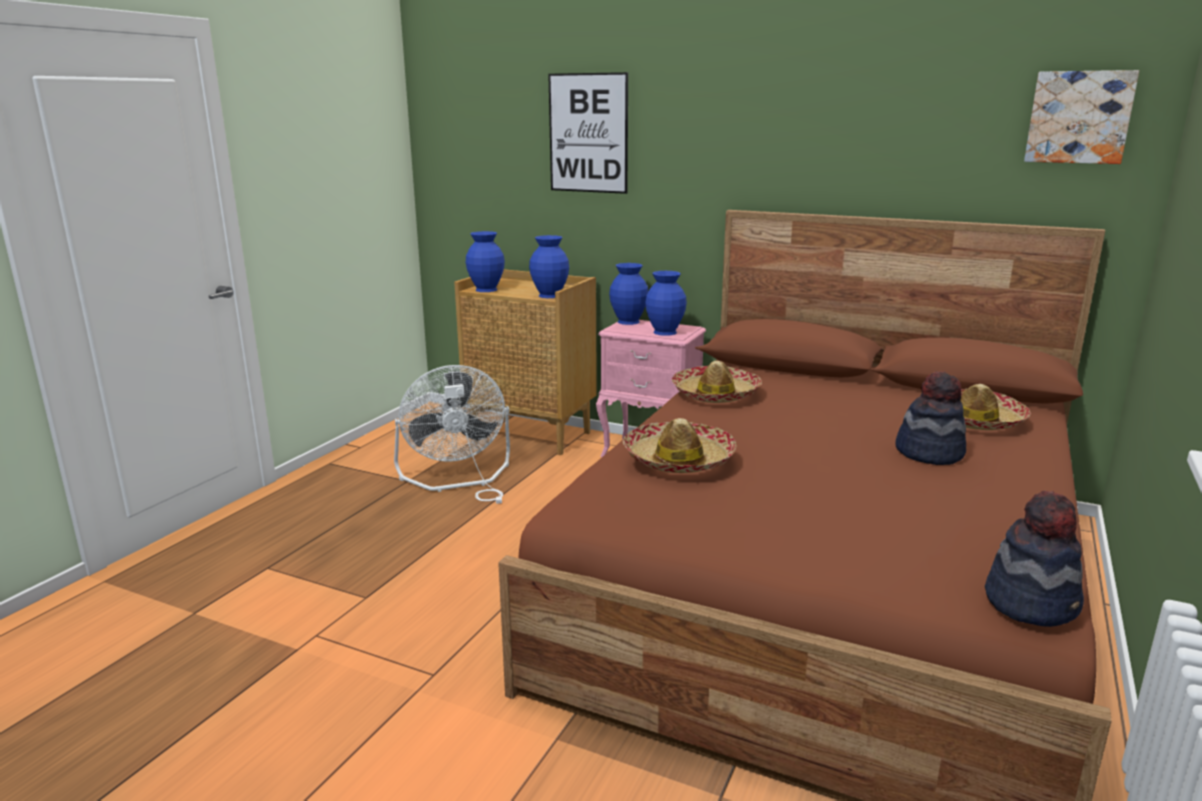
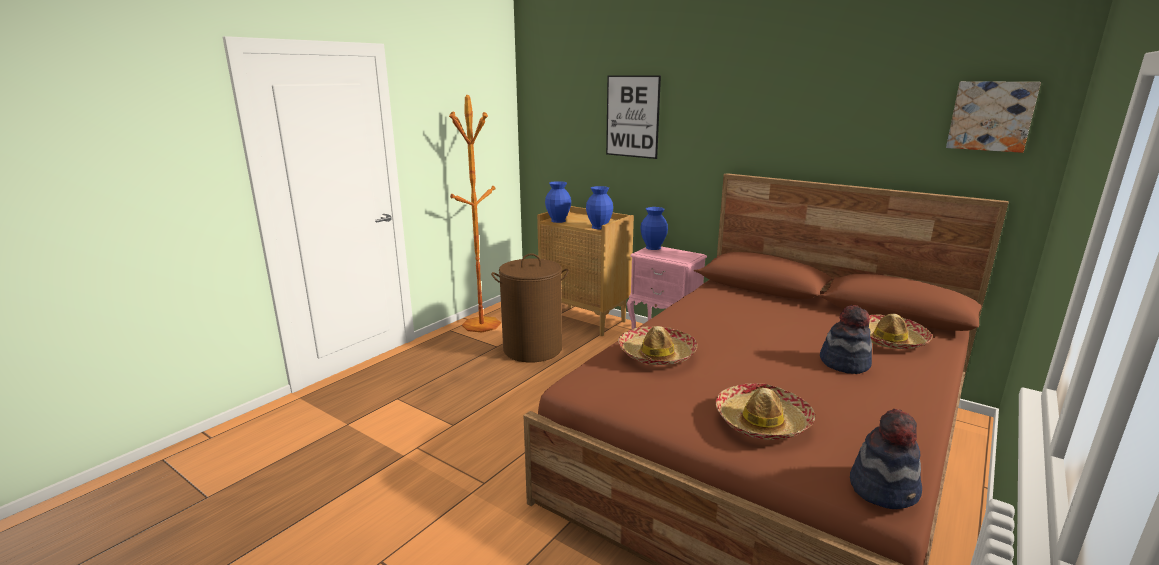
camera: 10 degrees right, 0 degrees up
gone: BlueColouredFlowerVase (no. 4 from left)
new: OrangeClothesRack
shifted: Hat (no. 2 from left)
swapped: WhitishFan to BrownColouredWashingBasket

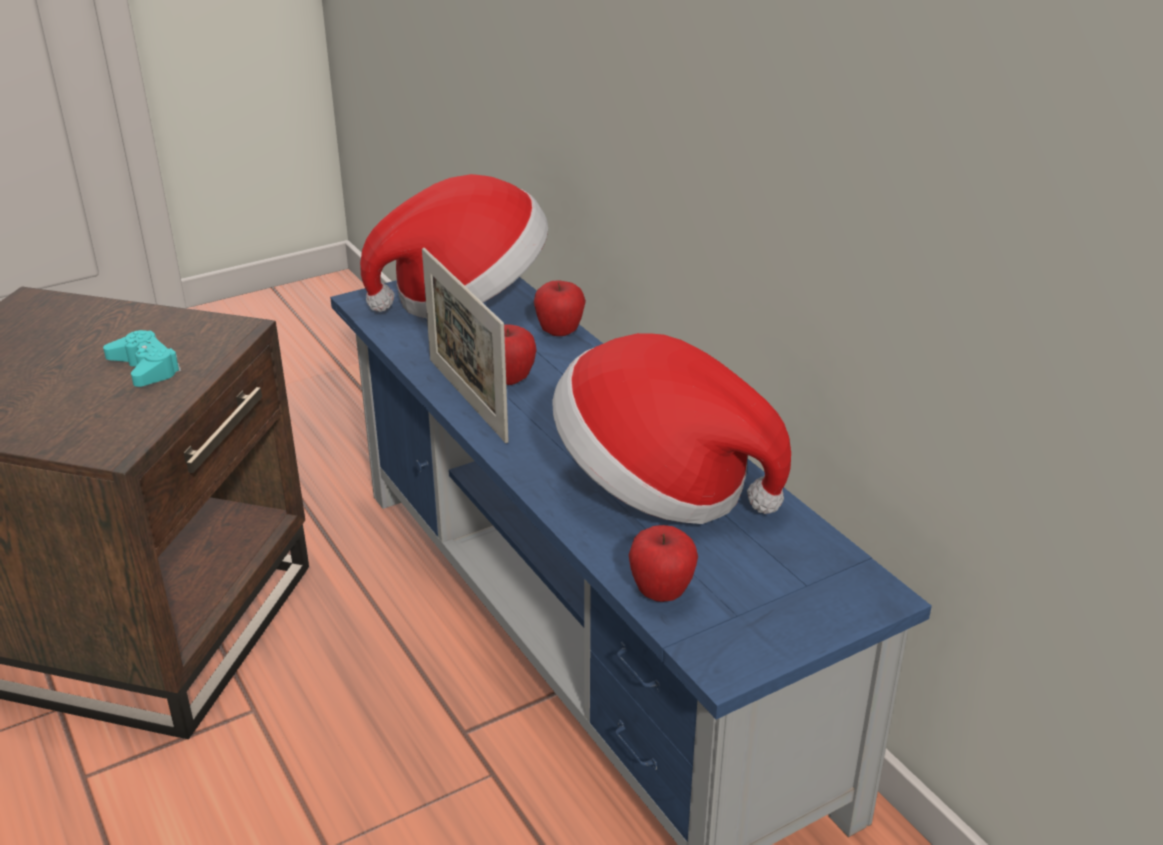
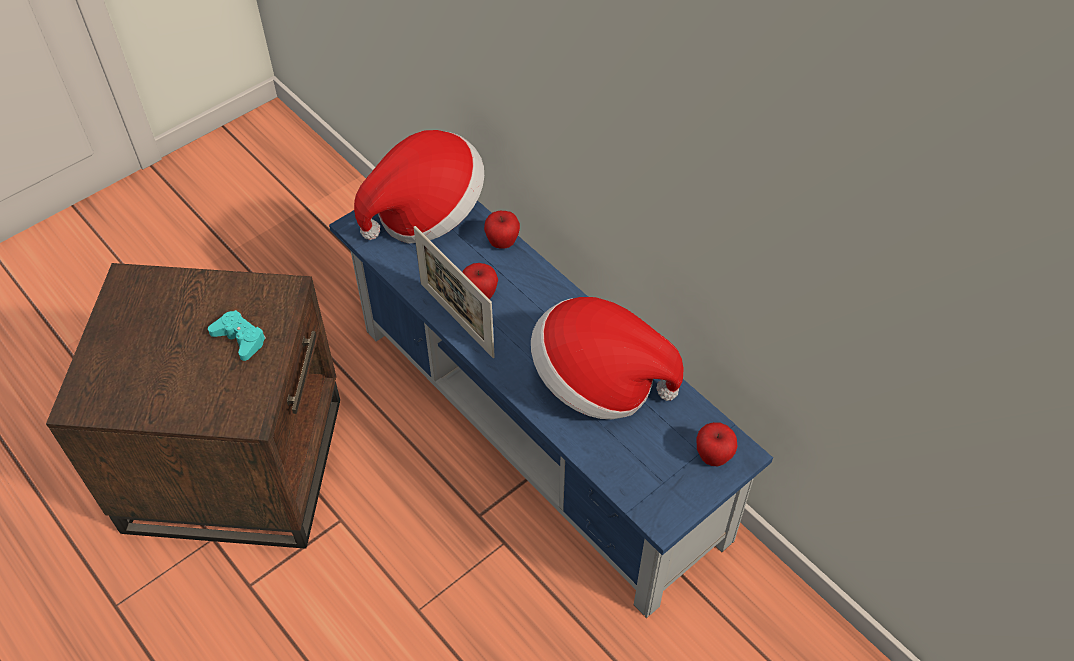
camera: 10 degrees left, 20 degrees up
shifted: AppleFruit (no. 3 from left)

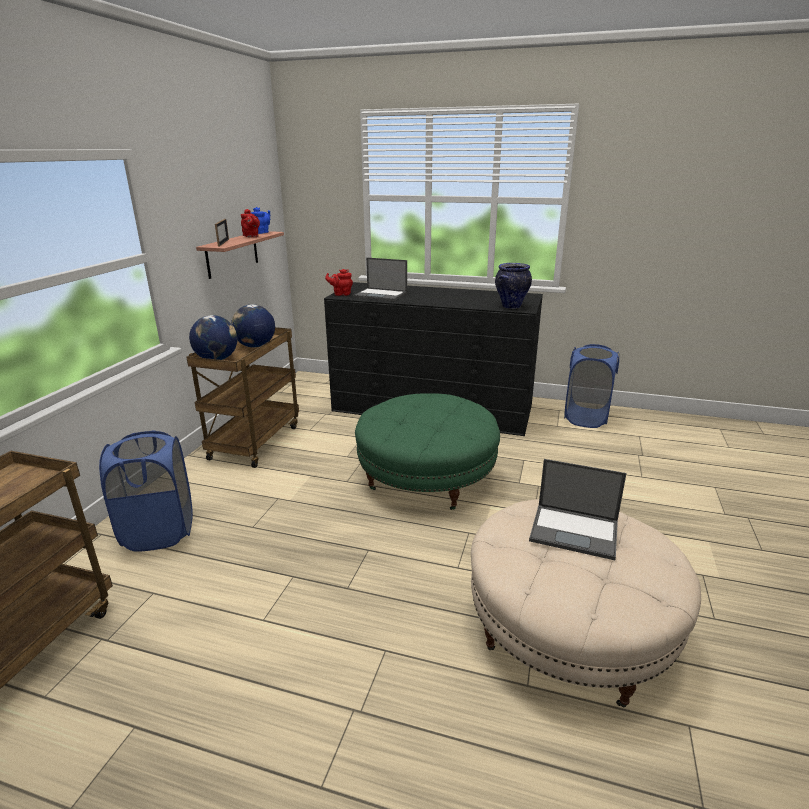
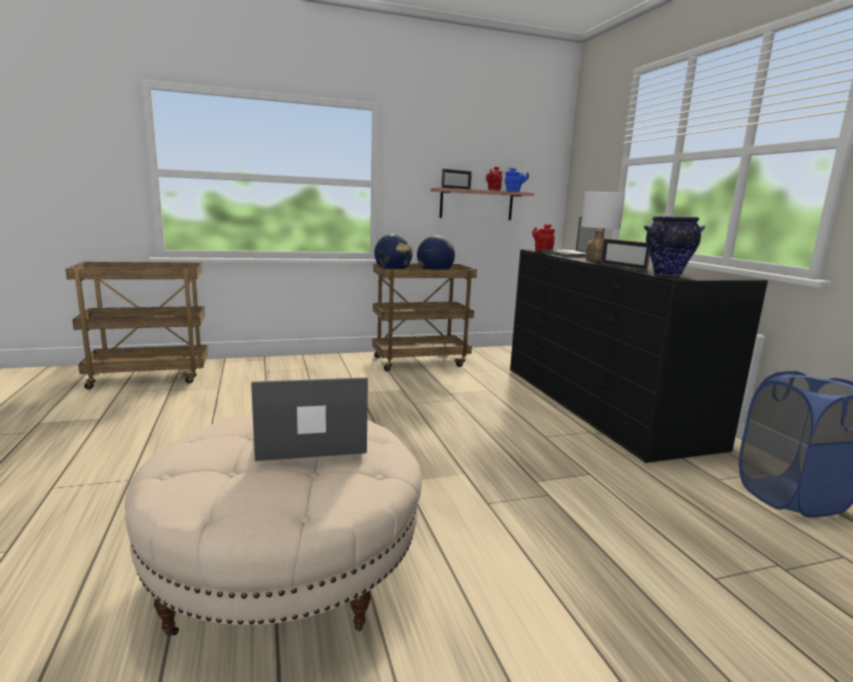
camera: 55 degrees right, 10 degrees down
gone: BlueColouredWashingBasket (no. 1 from left); GreenPouffe
new: WhitishLampForATable; PictureFrame (no. 2 from left)
rotated: NotebookComputer (no. 2 from left in the first image) 90 degrees clockwise

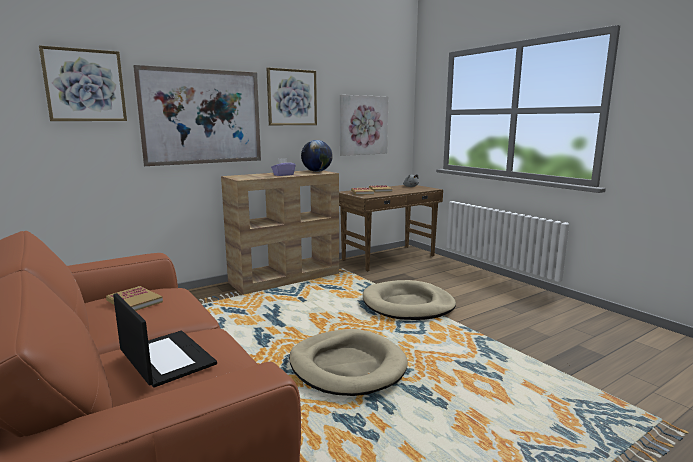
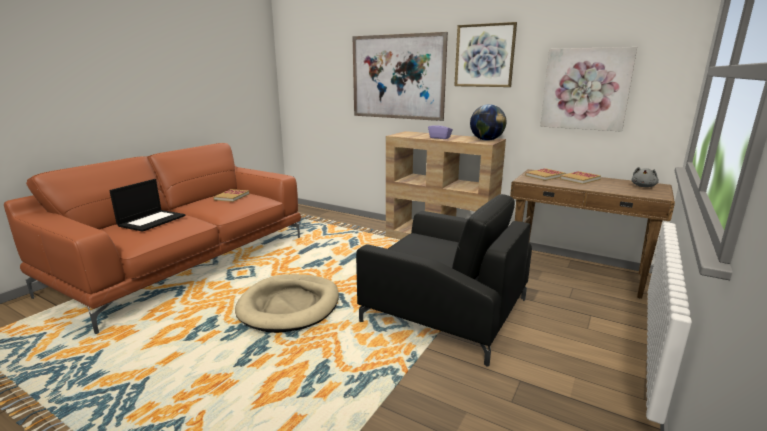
camera: 65 degrees right, 5 degrees up
gone: WallArt (no. 1 from left)
swapped: BeigePetBed (no. 2 from left) to BlackEasyChair

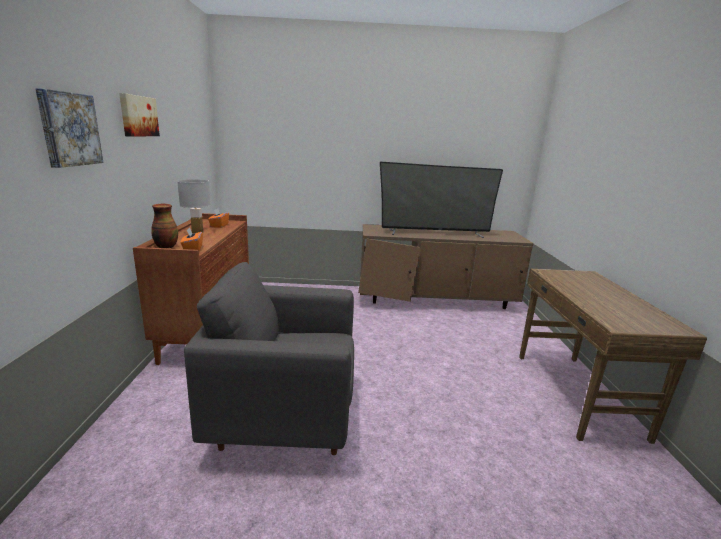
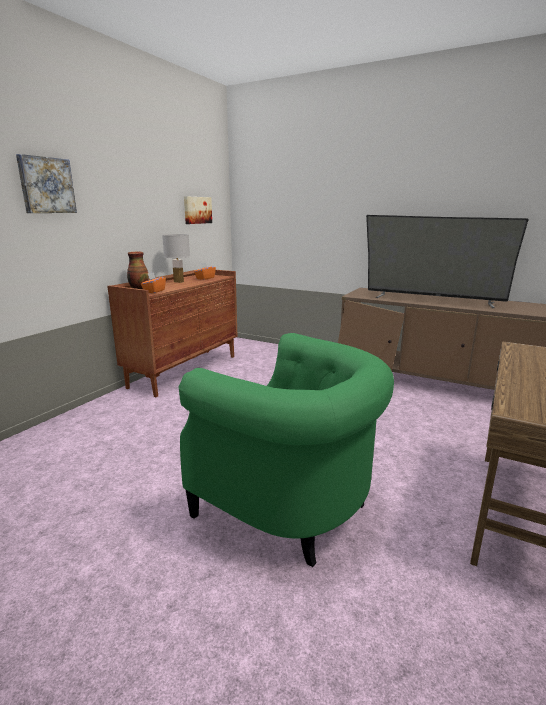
camera: 30 degrees right, 0 degrees up
gone: GreyEasyChair
new: GreenEasyChair
shifted: WallArt (no. 2 from left)

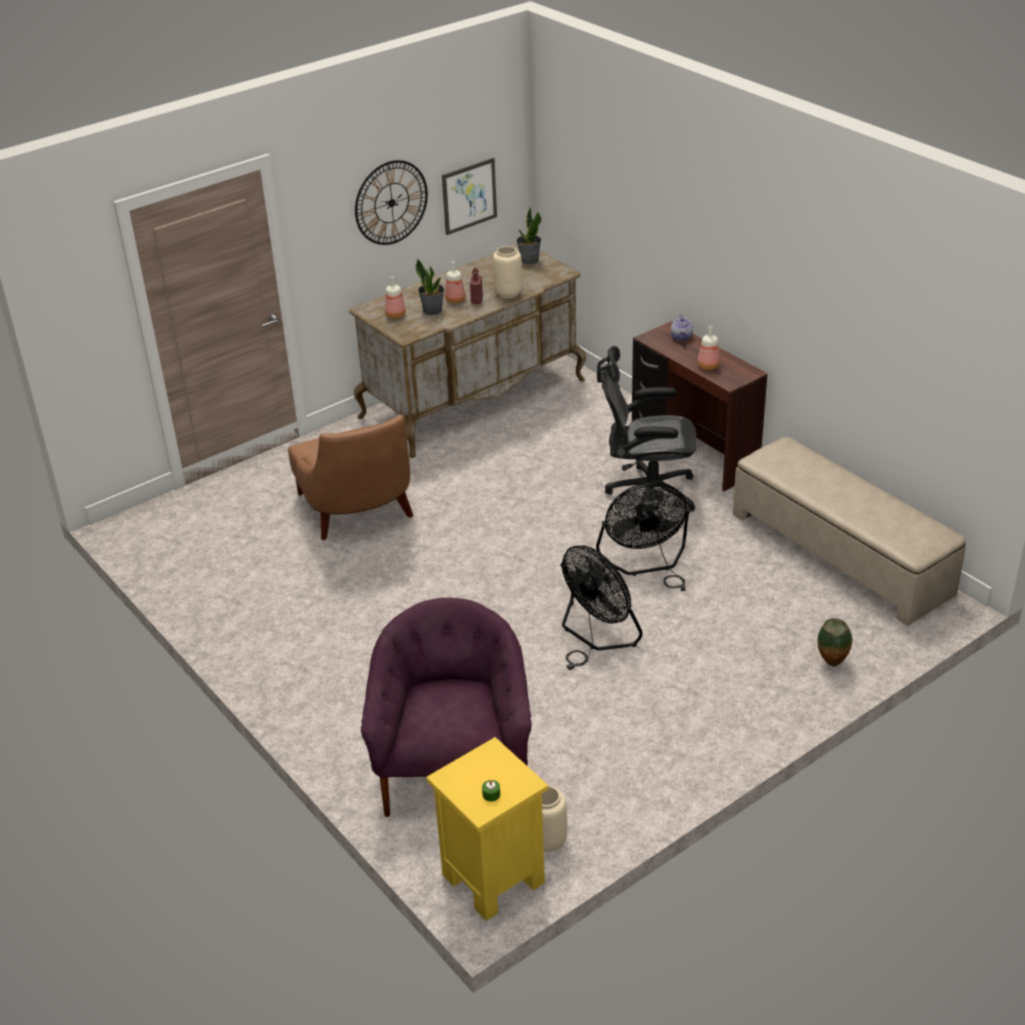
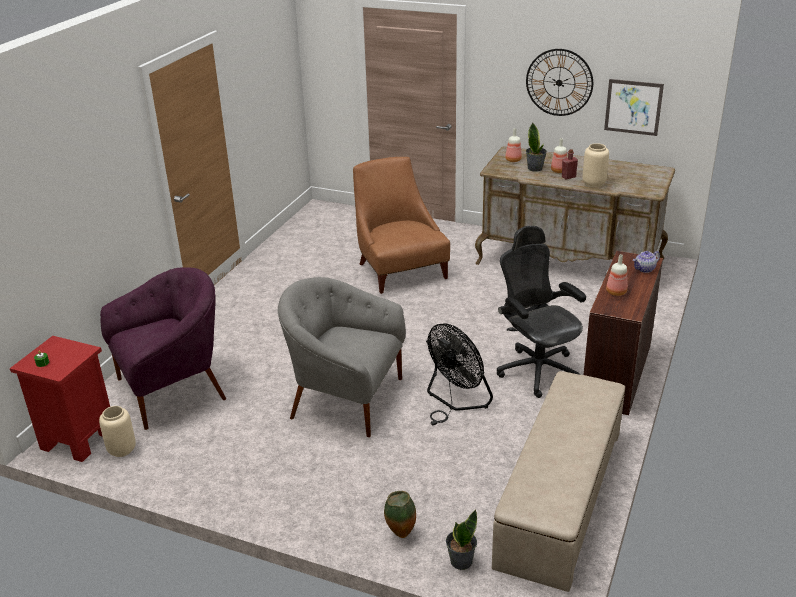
camera: 60 degrees right, 5 degrees down
shifted: Houseplant (no. 2 from left in the first image) to Houseplant (no. 1 from left)
swapped: BlackFan (no. 1 from left) to GreyEasyChair
repainted: YellowColouredNightTable to ReddishNightTable
rotated: BrownColouredEasyChair 120 degrees clockwise

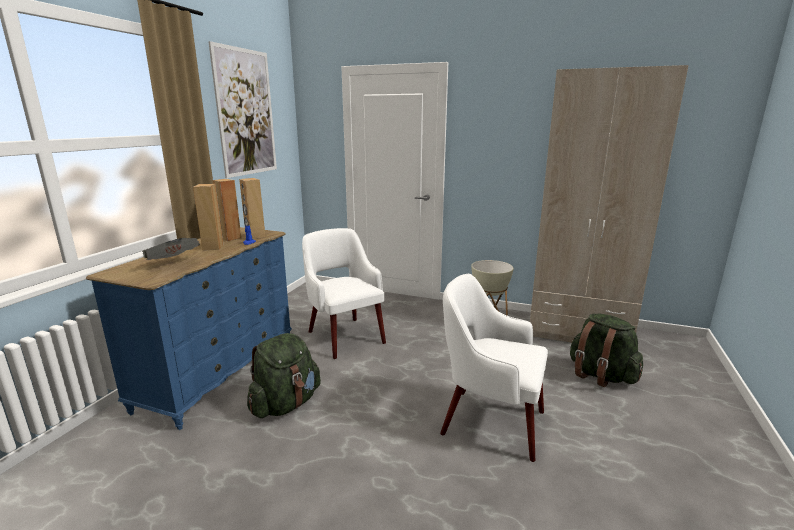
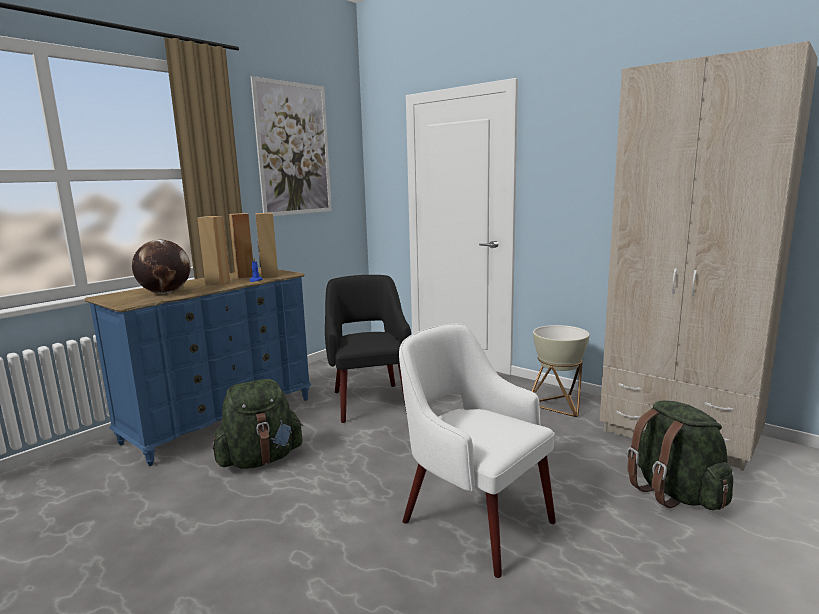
camera: 20 degrees right, 5 degrees down
swapped: PrintedPaper to WorldGlobe
repainted: WhitishEasyChair (no. 1 from left) to BlackEasyChair

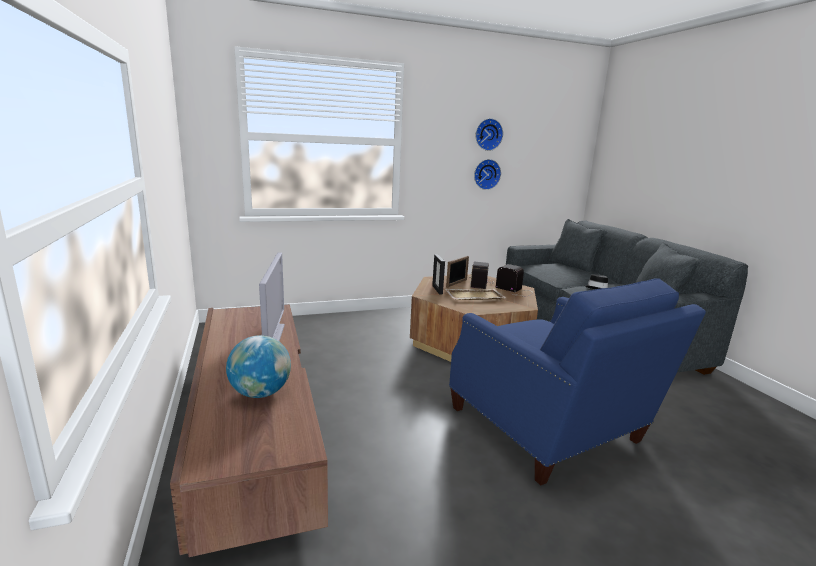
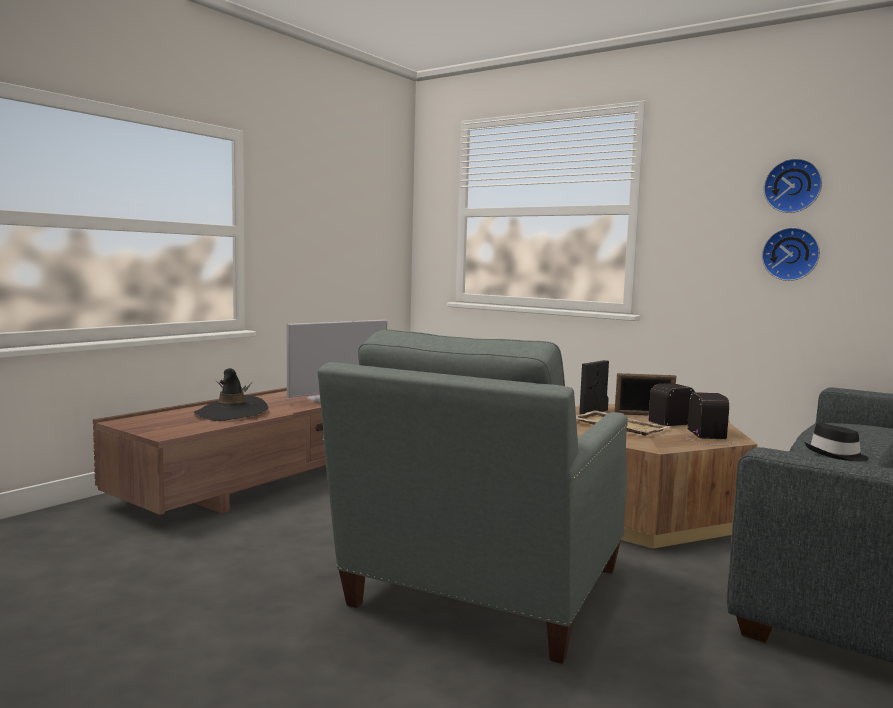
camera: 55 degrees right, 10 degrees down
swapped: WorldGlobe to BlackHat (no. 1 from left)
repainted: BlueColouredEasyChair to GreyEasyChair

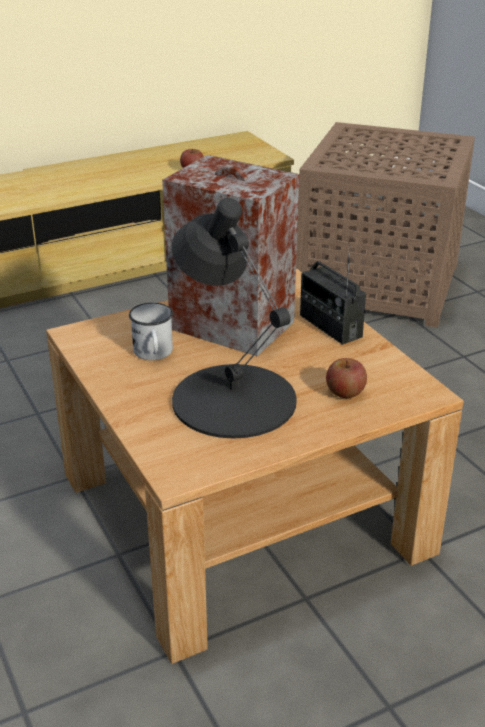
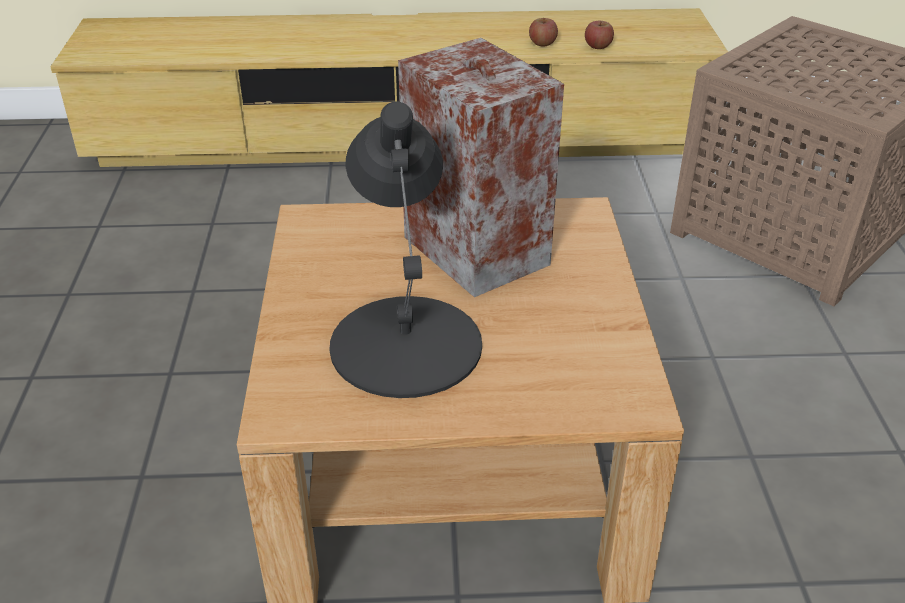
camera: 25 degrees right, 5 degrees up
gone: WhitishMug; RadioSet
shifted: AppleFruit (no. 2 from left in the first image) to AppleFruit (no. 1 from left)

